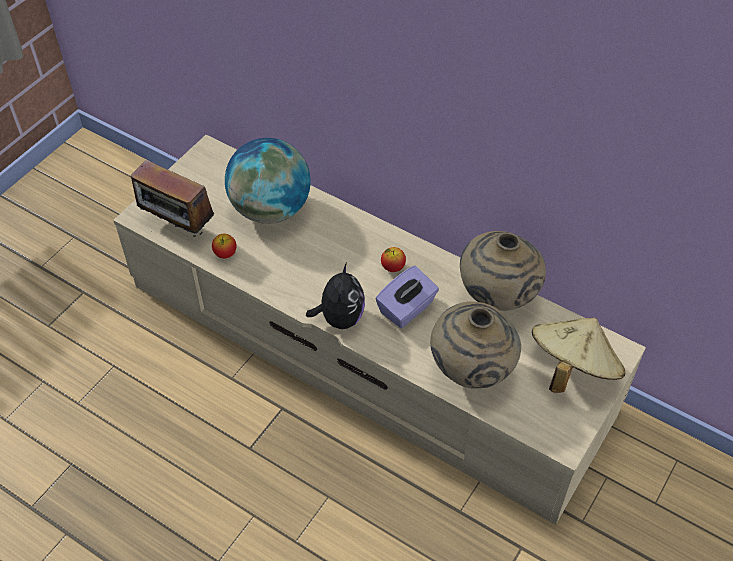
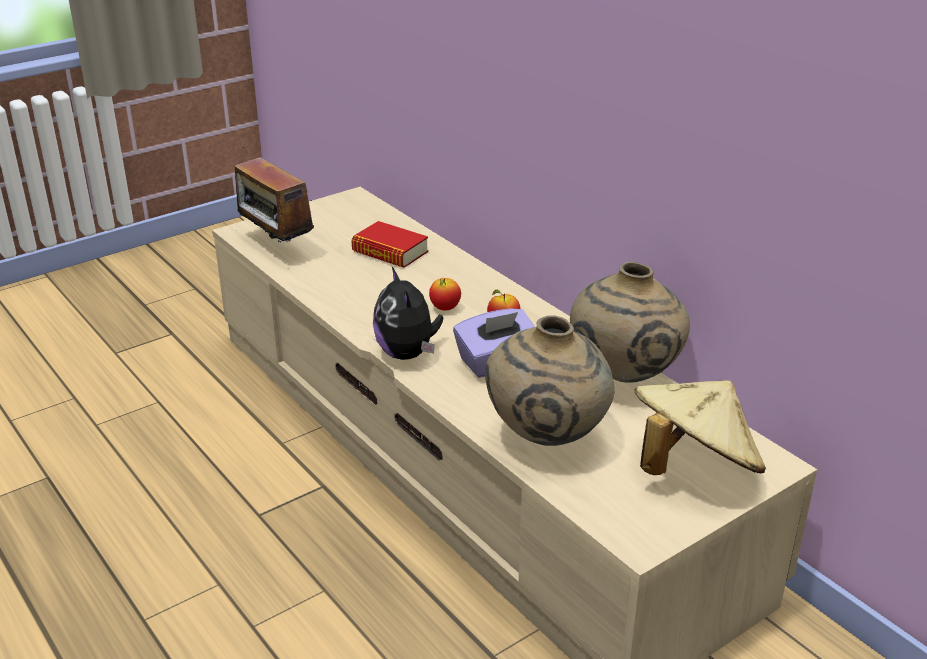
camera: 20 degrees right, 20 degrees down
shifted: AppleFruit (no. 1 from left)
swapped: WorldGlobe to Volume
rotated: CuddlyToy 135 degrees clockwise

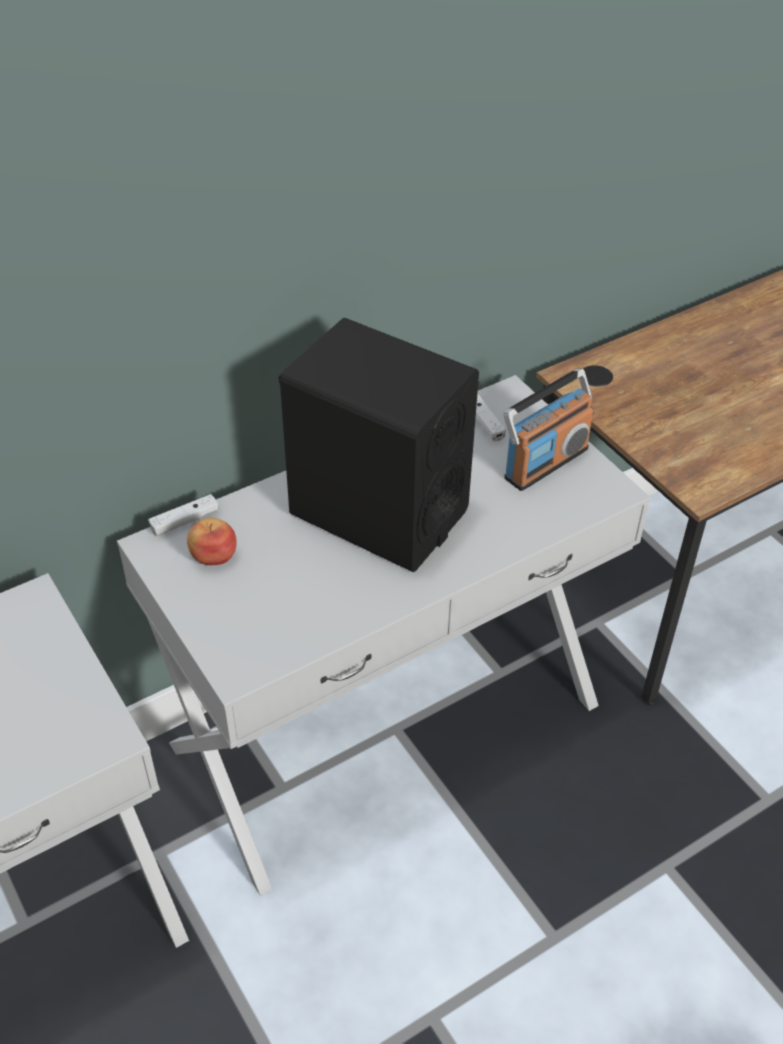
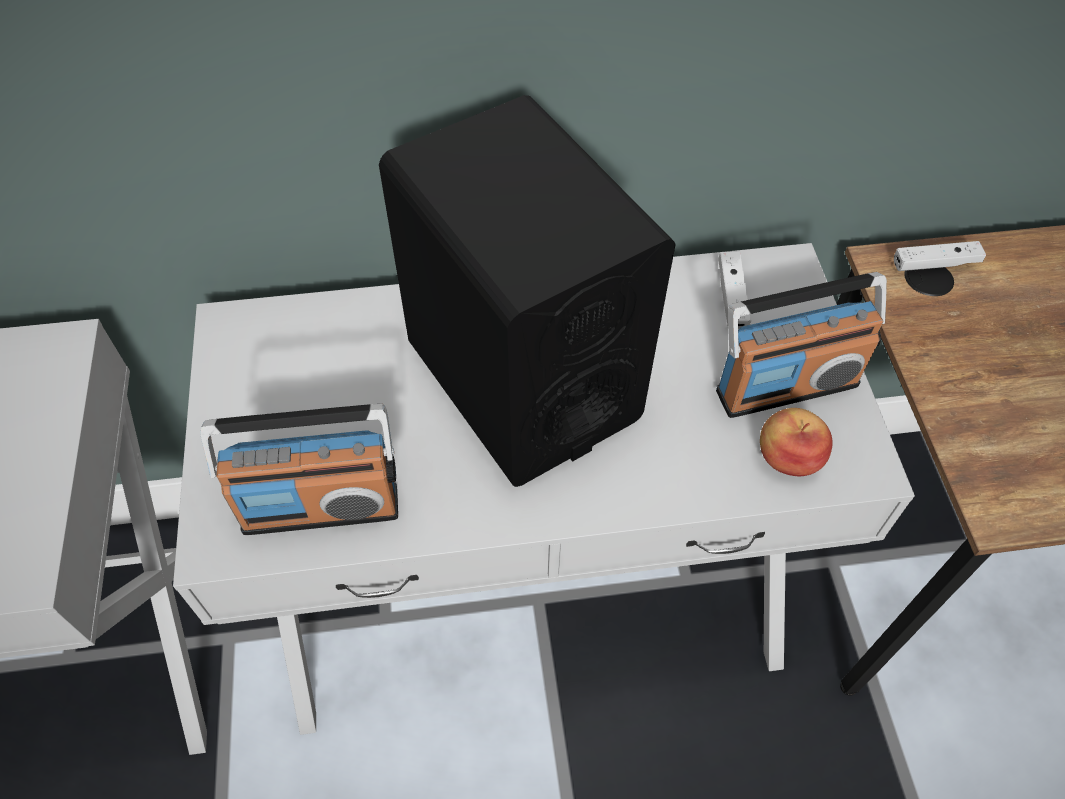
camera: 25 degrees right, 10 degrees up
new: RadioSet (no. 1 from left)
shifted: WhitishGamepad (no. 1 from left in the first image) to WhitishGamepad (no. 2 from left); AppleFruit

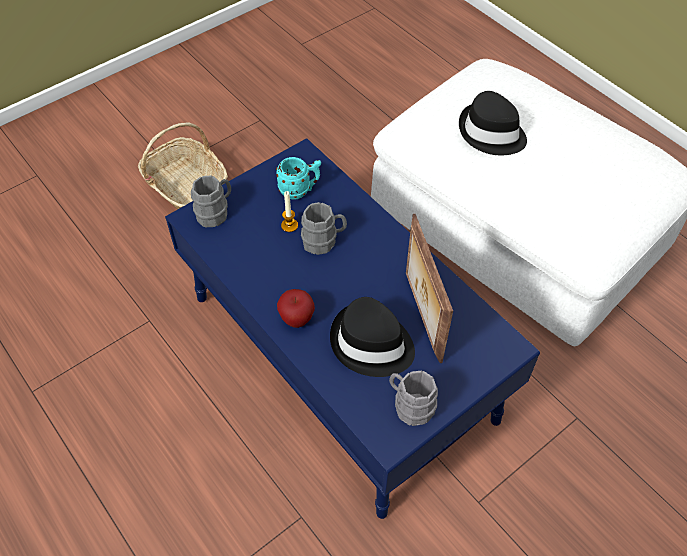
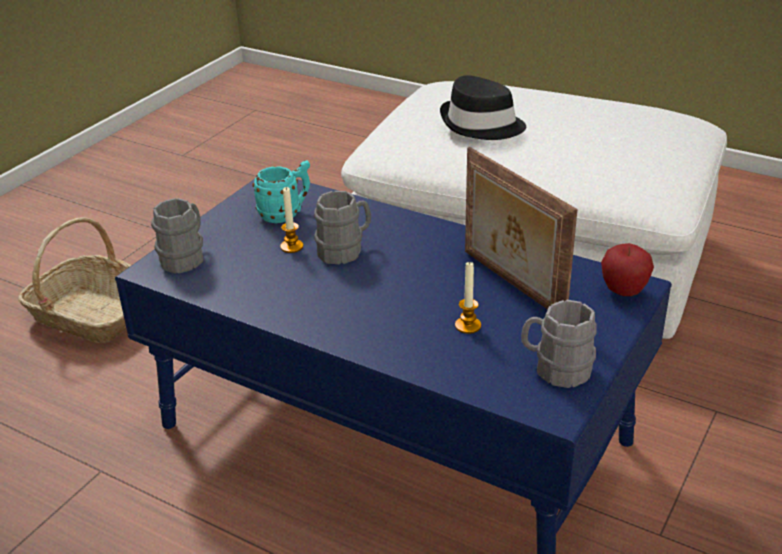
camera: 20 degrees left, 20 degrees down
shifted: AppleFruit
swapped: BlackHat (no. 1 from left) to WaxCandle (no. 2 from left)

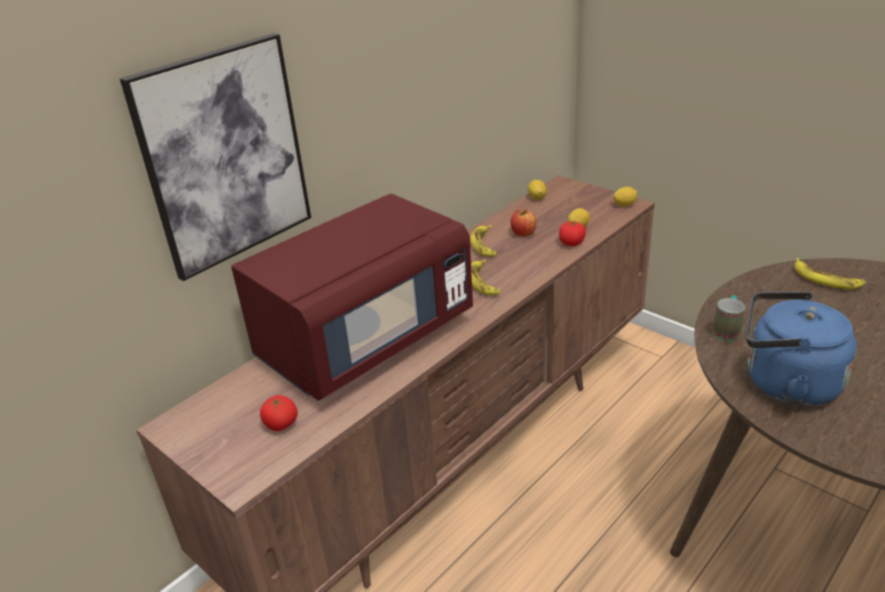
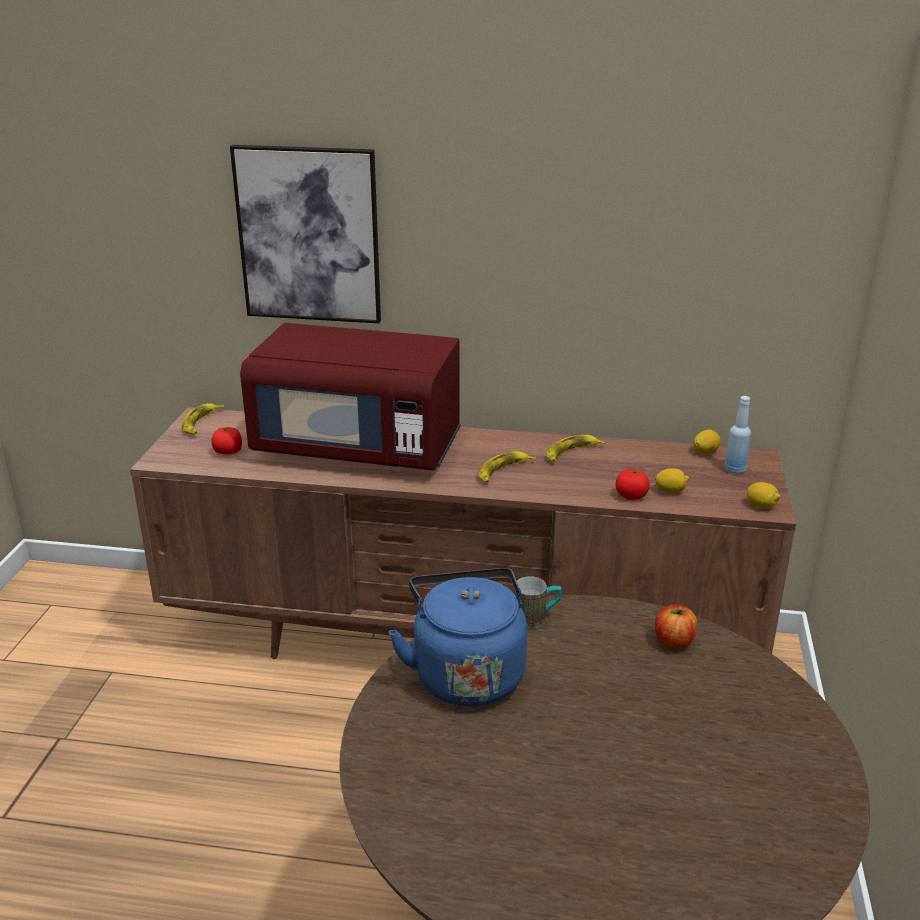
camera: 55 degrees right, 5 degrees down
new: BlueColouredBeverageBottle
shifted: AppleFruit; BananaFruit (no. 3 from left in the first image) to BananaFruit (no. 1 from left)

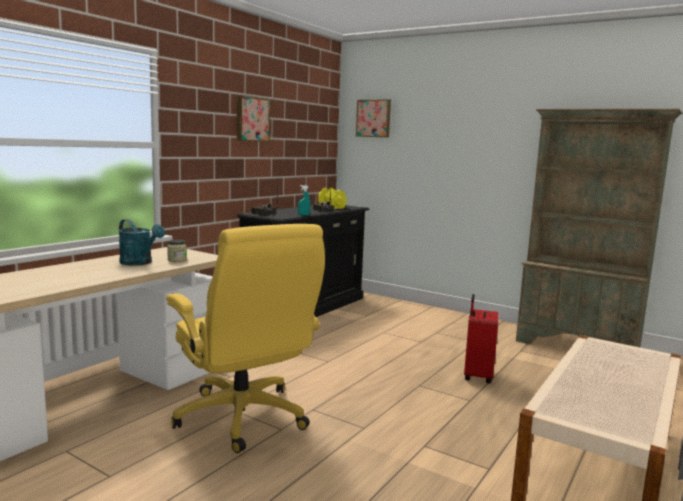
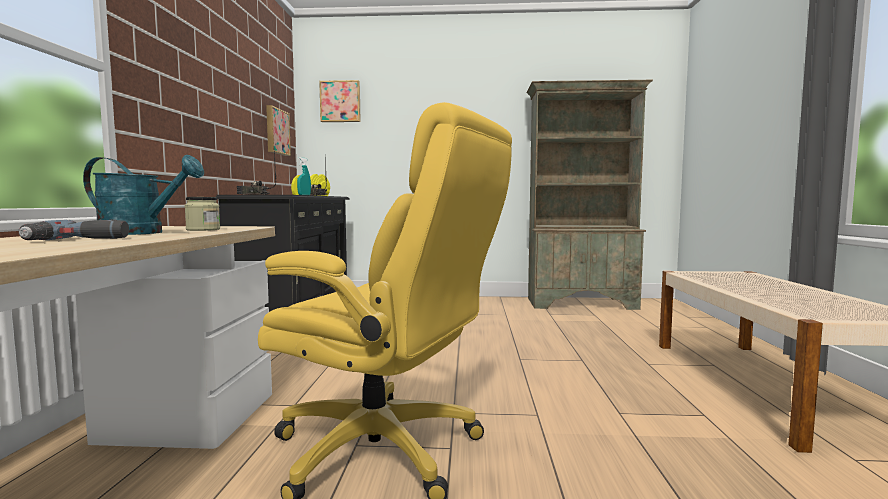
camera: 30 degrees left, 5 degrees down
gone: ReddishTravelCase
new: PowerDrill
shifted: WallArt (no. 1 from left)

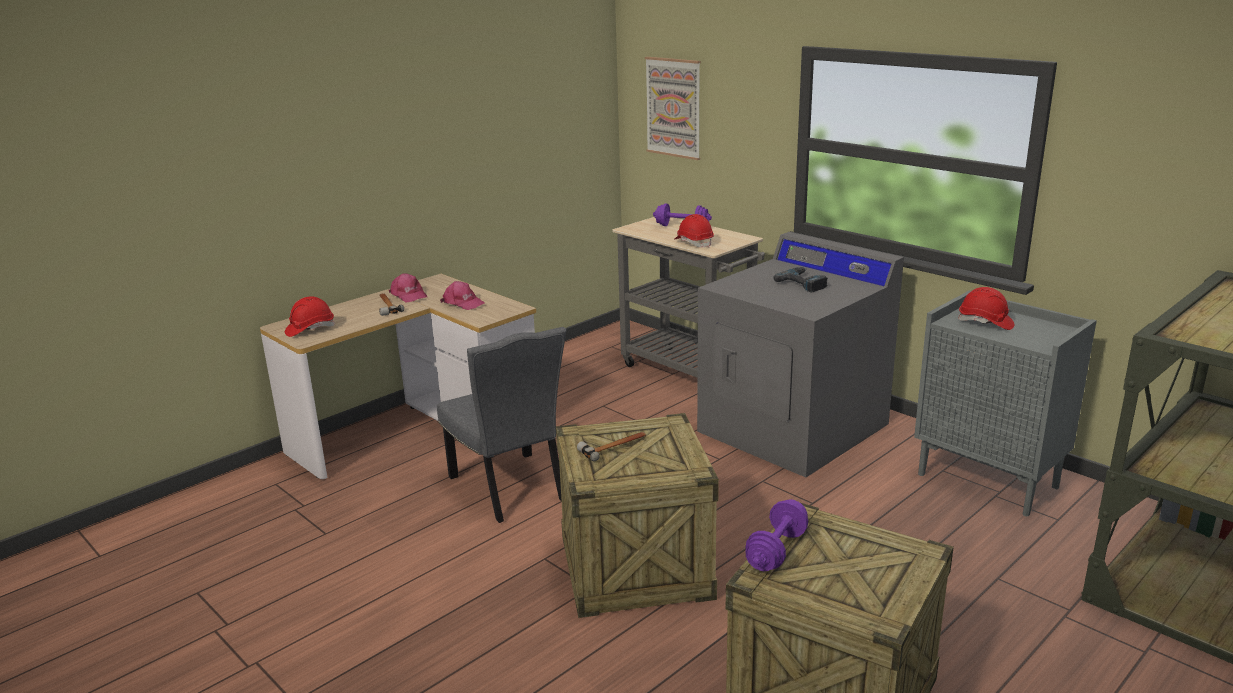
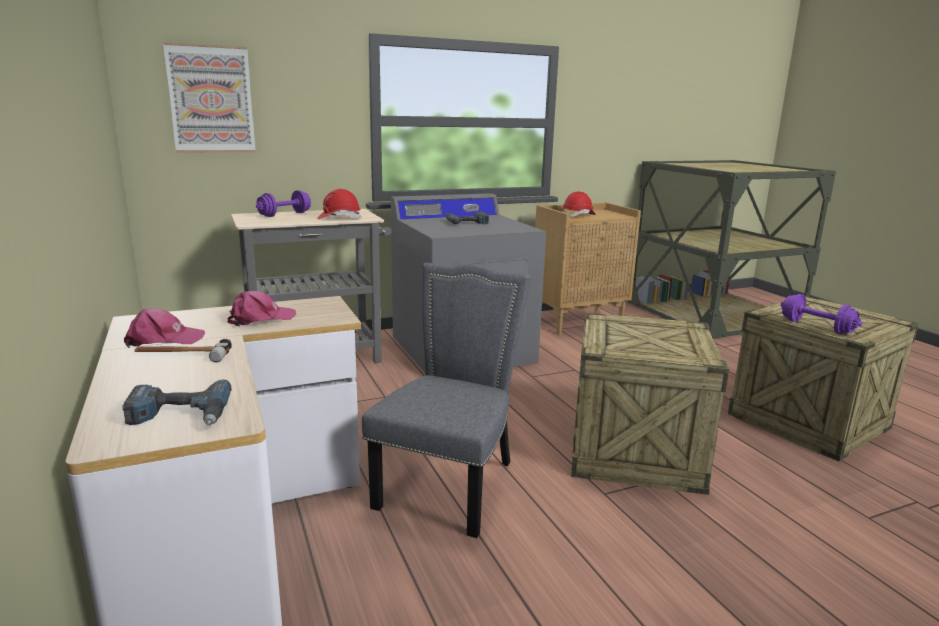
camera: 70 degrees left, 5 degrees down
gone: HandHammer (no. 2 from left)
swapped: ReddishWorkHelmet (no. 1 from left) to PowerDrill (no. 1 from left)
repainted: GreyStorageCabinet to BrownColouredStorageCabinet
rotated: GreyChair 60 degrees counterclockwise

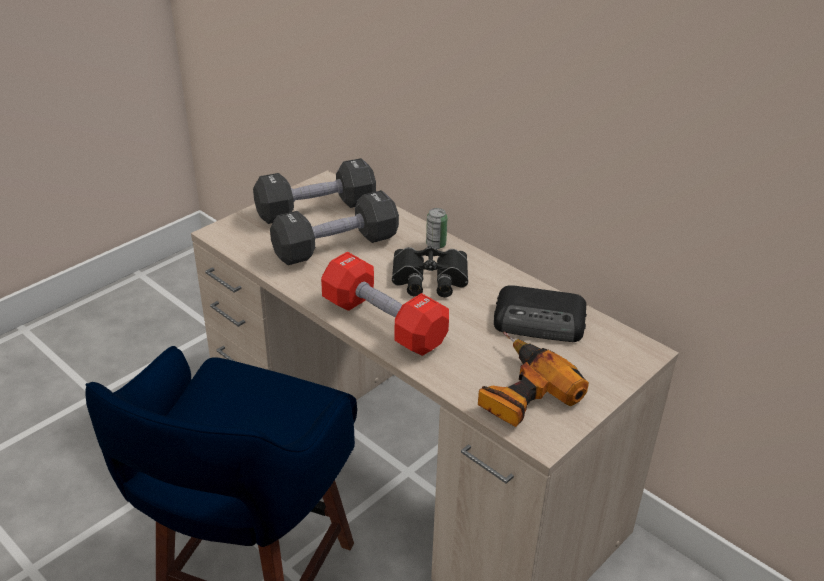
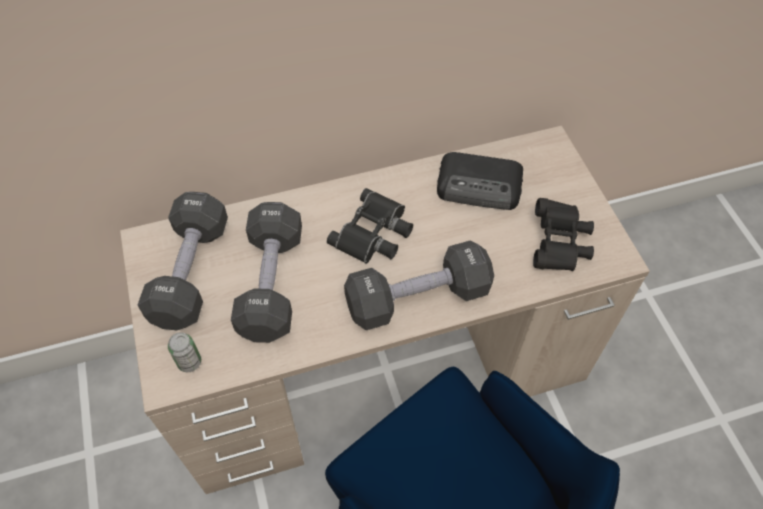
camera: 60 degrees left, 20 degrees up
shifted: MetalCan
swapped: PowerDrill to BlackFieldGlasses (no. 2 from left)
repainted: ReddishFreeWeight to BlackFreeWeight (no. 3 from left)
rotated: RadioSet 60 degrees clockwise

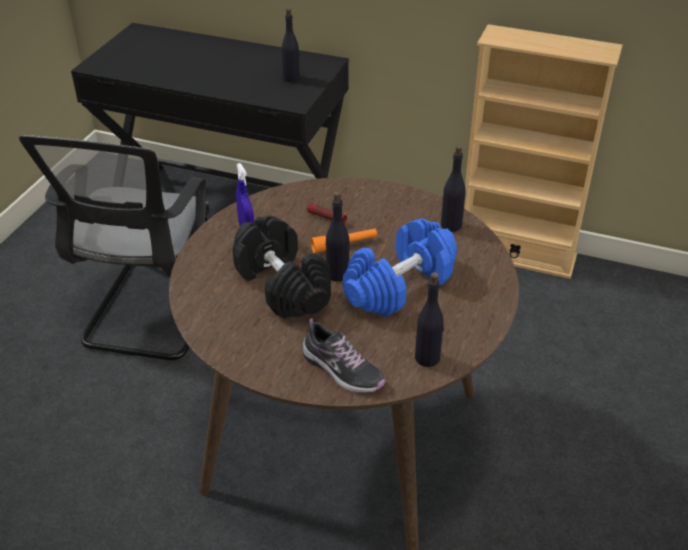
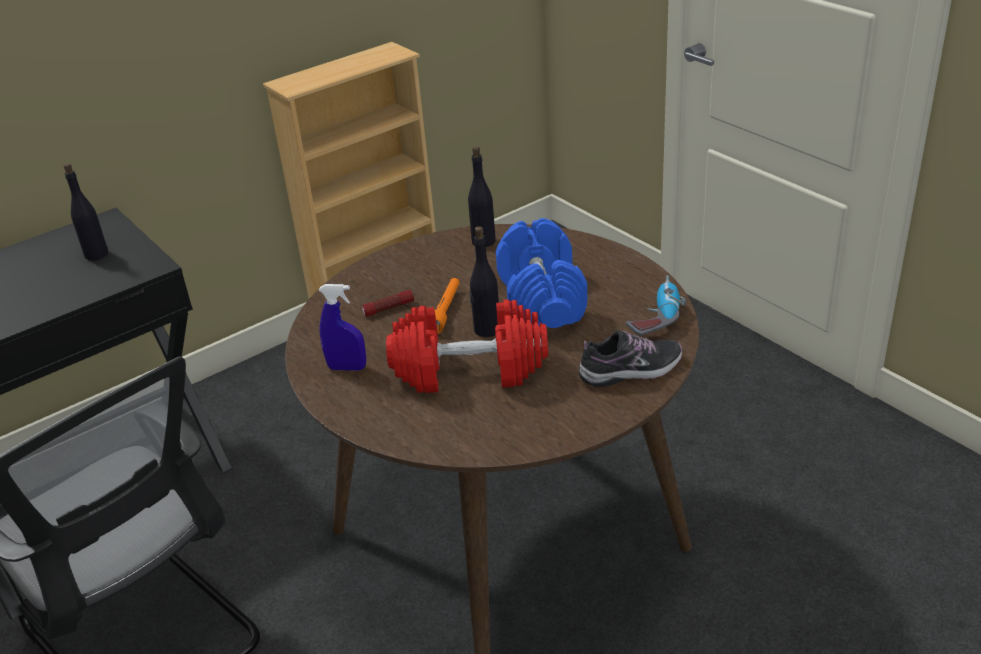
camera: 55 degrees left, 5 degrees down
swapped: BlackBeverageBottle (no. 3 from left) to PowerDrill
repainted: BlackFreeWeight to ReddishFreeWeight

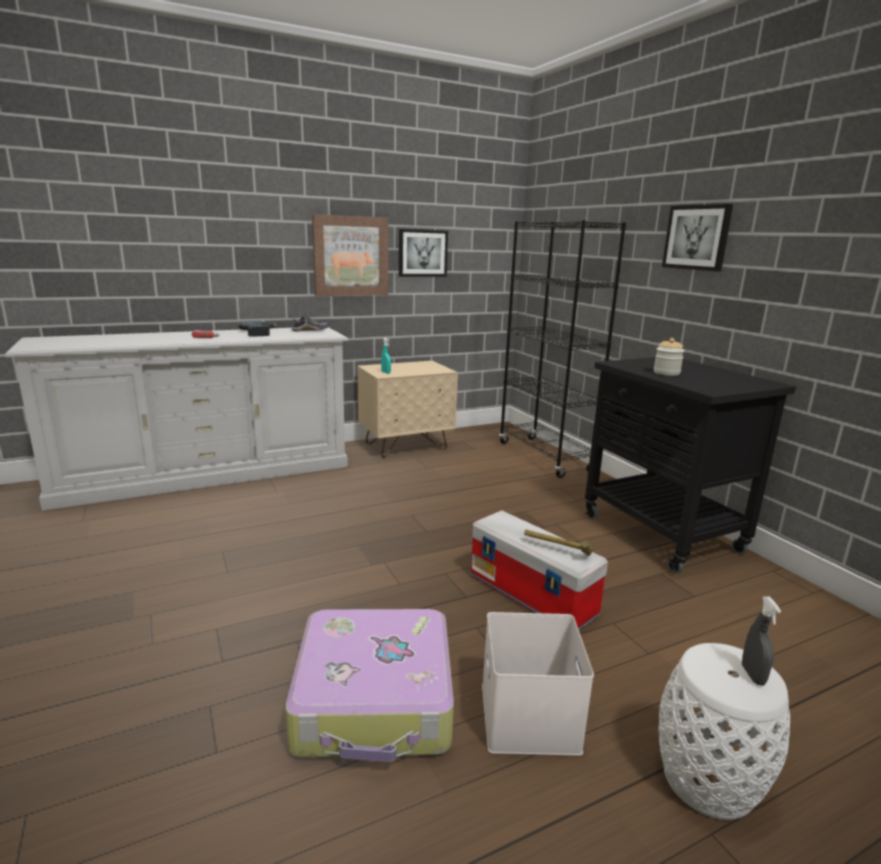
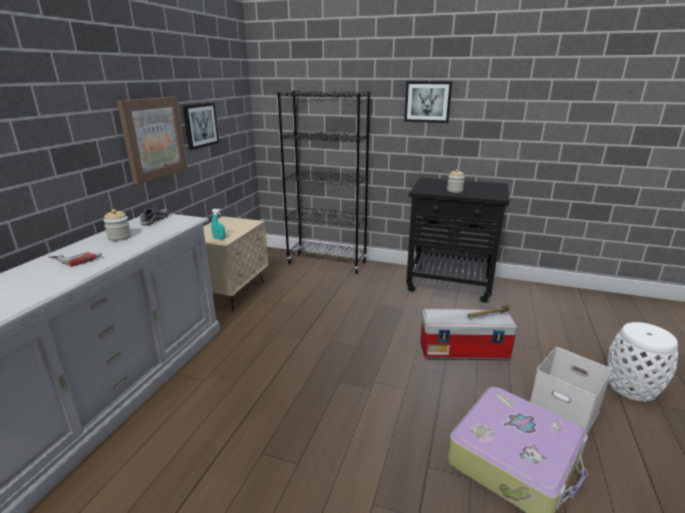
camera: 45 degrees left, 5 degrees up
gone: GreyHandSprayer
swapped: PowerDrill (no. 2 from left) to StorageJar (no. 1 from left)

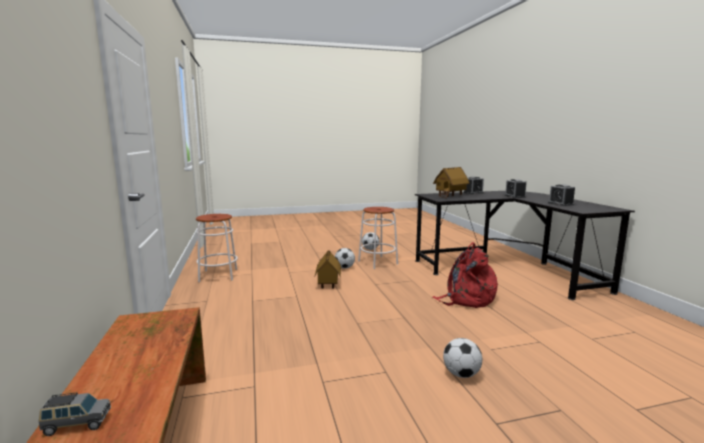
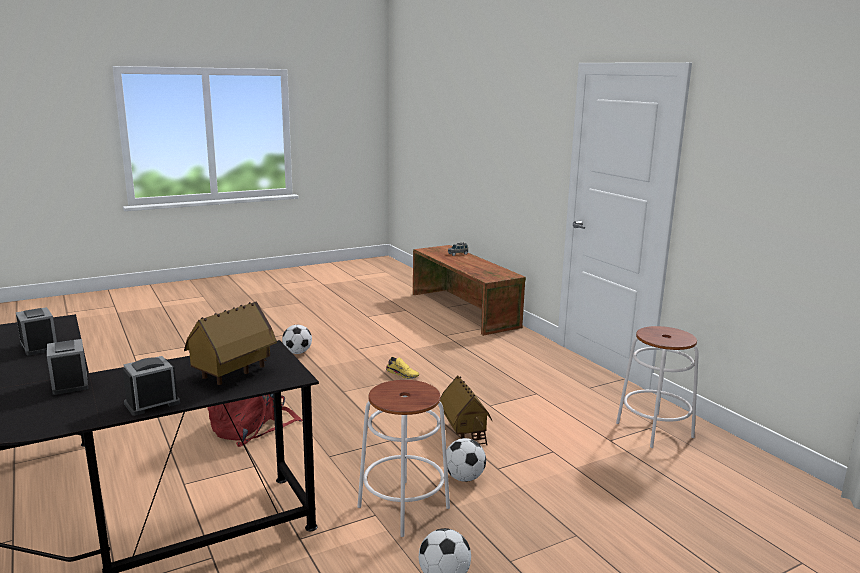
camera: 165 degrees right, 5 degrees up
new: YellowColouredItemOfFootwear

